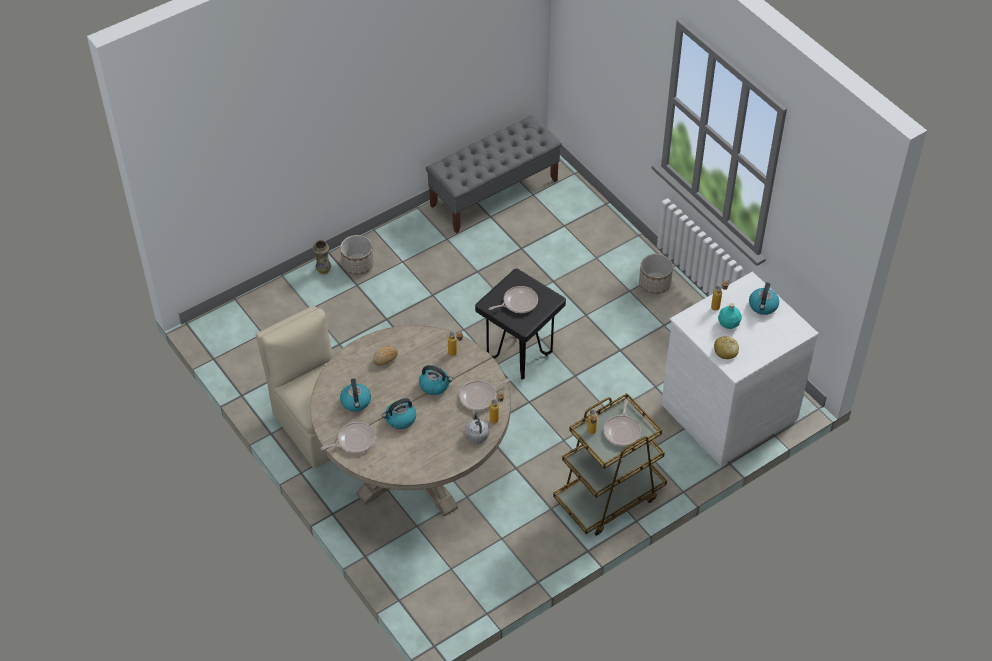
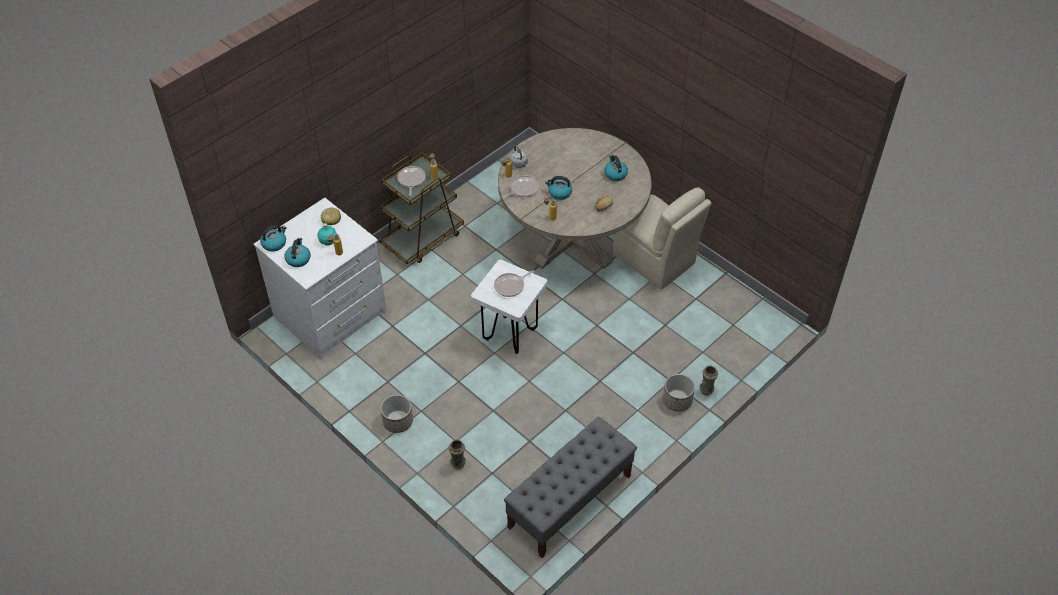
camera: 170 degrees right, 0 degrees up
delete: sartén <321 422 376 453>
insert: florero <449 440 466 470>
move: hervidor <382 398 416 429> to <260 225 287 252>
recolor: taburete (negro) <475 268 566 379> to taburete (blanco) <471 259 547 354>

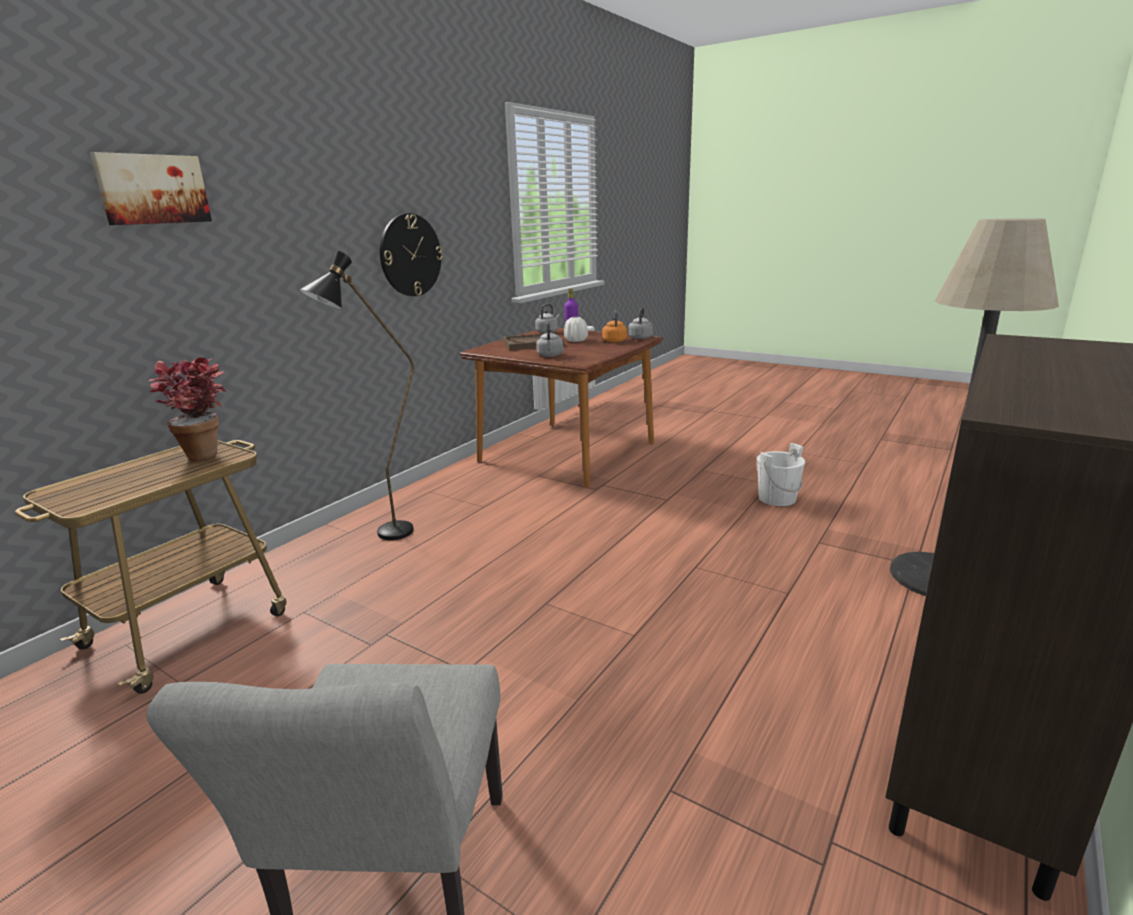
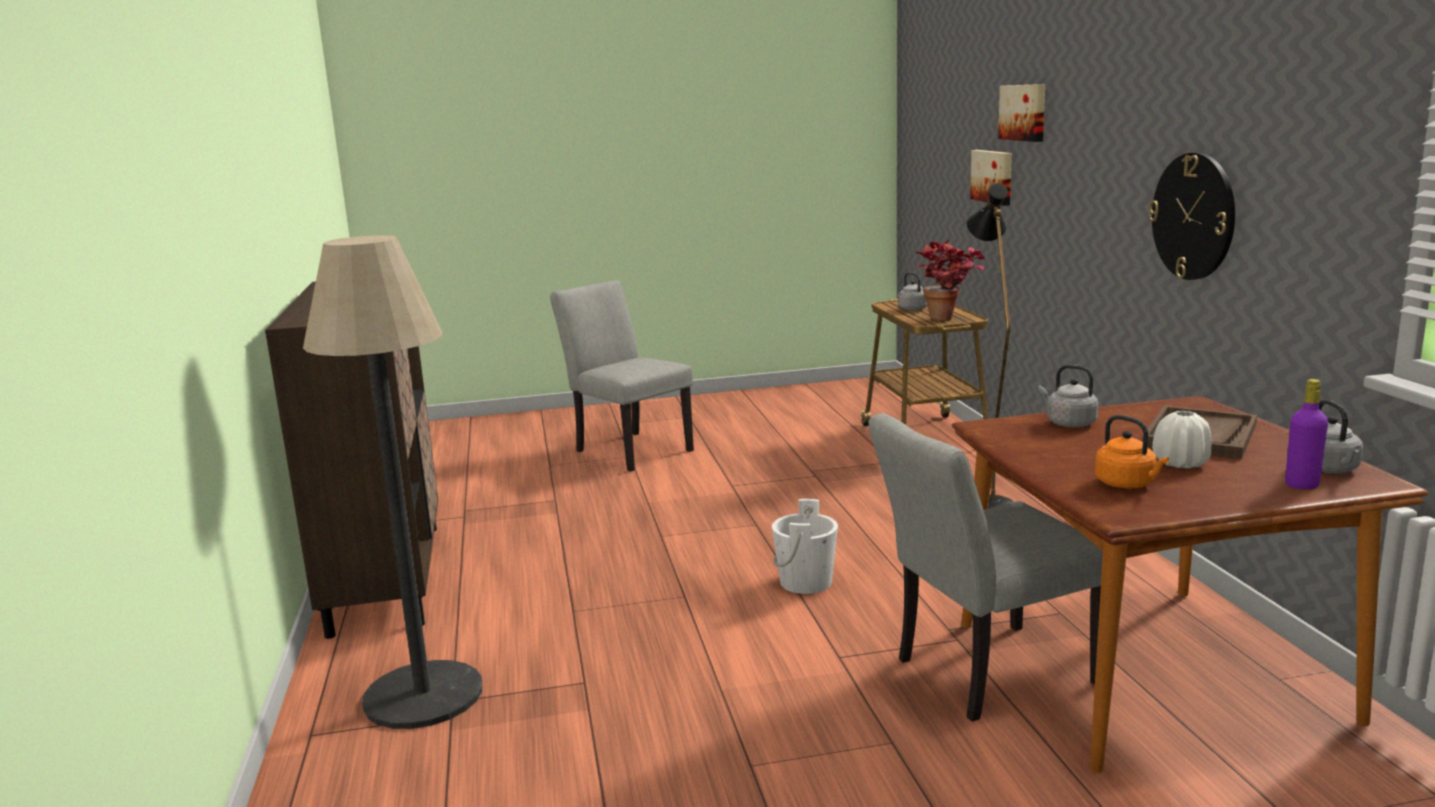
camera: 135 degrees right, 5 degrees down
insert: silla (gris) <868 413 1103 722>; cuadro <970 150 1012 206>
move: cubo (blanco) <757 443 805 506> to <772 499 838 594>; hervidor (gris) <628 307 653 339> to <898 272 927 311>

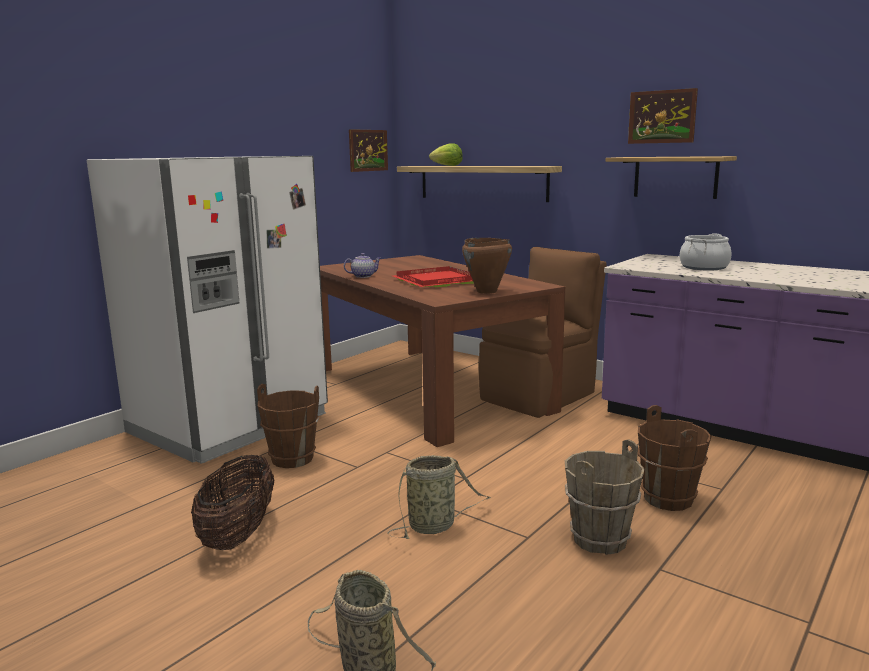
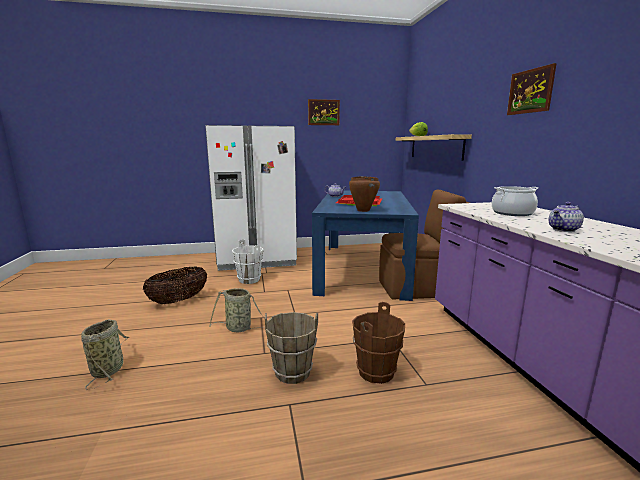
camera: 40 degrees right, 0 degrees up
delete: estante <605 156 737 199>
insert: tetera <548 202 584 232>
move: cuadro <349 129 388 172> to <308 99 340 125>
recolor: cubo (marrón) <257 384 319 468> to cubo (blanco) <232 239 263 284>; mesa de comedor (marrón) <320 255 565 447> to mesa de comedor (azul) <312 190 419 301>

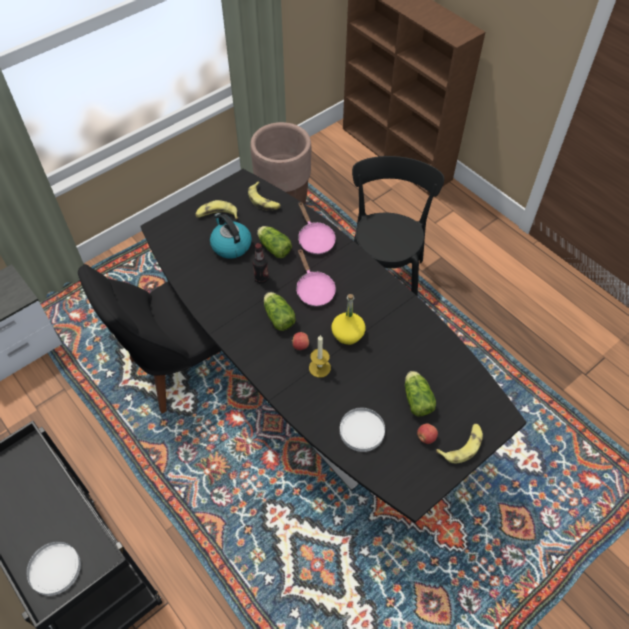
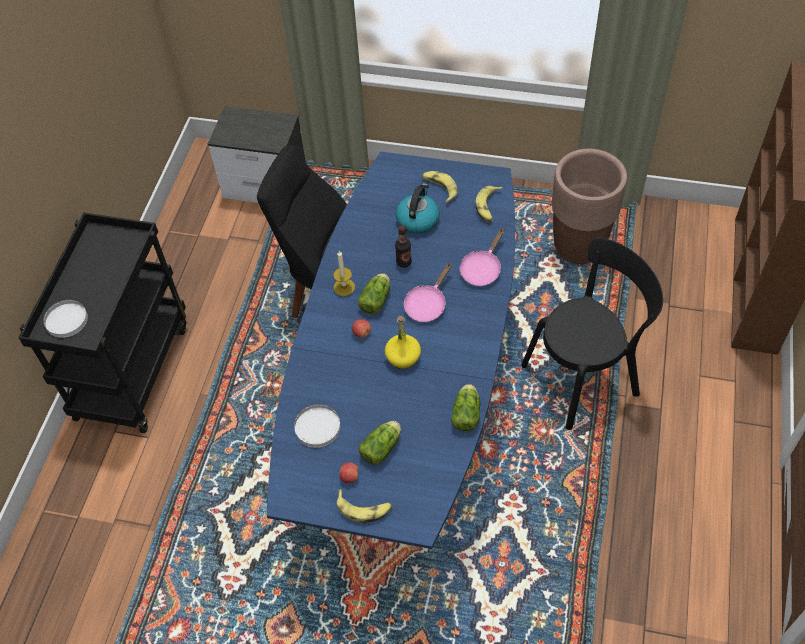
camera: 55 degrees right, 0 degrees up
move: vela <309 335 331 378> to <333 251 355 296>; lechuga <257 226 292 258> to <451 384 480 431>
recolor: mesa de comedor (negro) <140 169 527 523> to mesa de comedor (azul) <267 152 515 549>

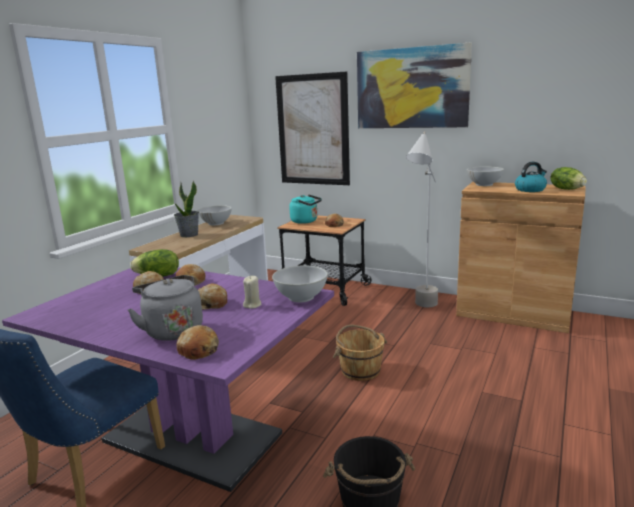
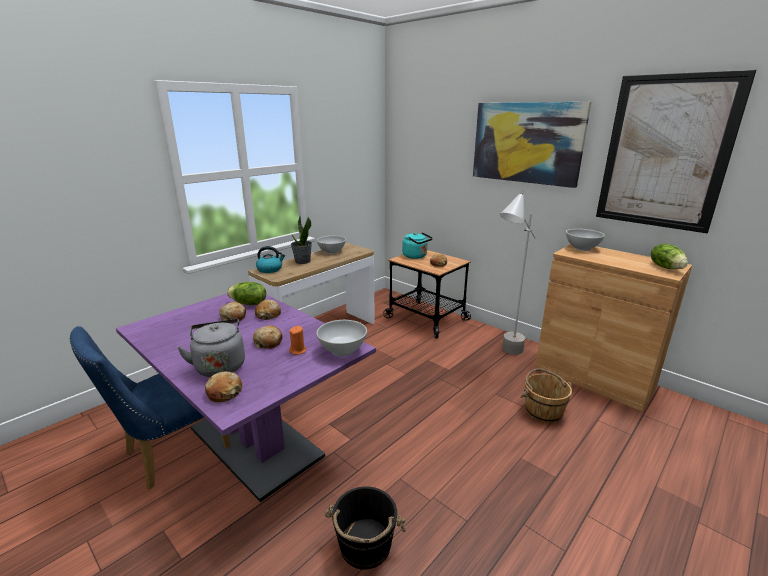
camera: 15 degrees right, 5 degrees up
move: hervidor <515 162 547 192> to <256 246 285 273>; cubo (marrón) <333 325 387 381> to <520 368 573 423>; cuadro <275 71 350 185> to <596 70 756 234>
recolor: vela (beis) <243 276 262 309> to vela (naranja) <289 326 307 355>

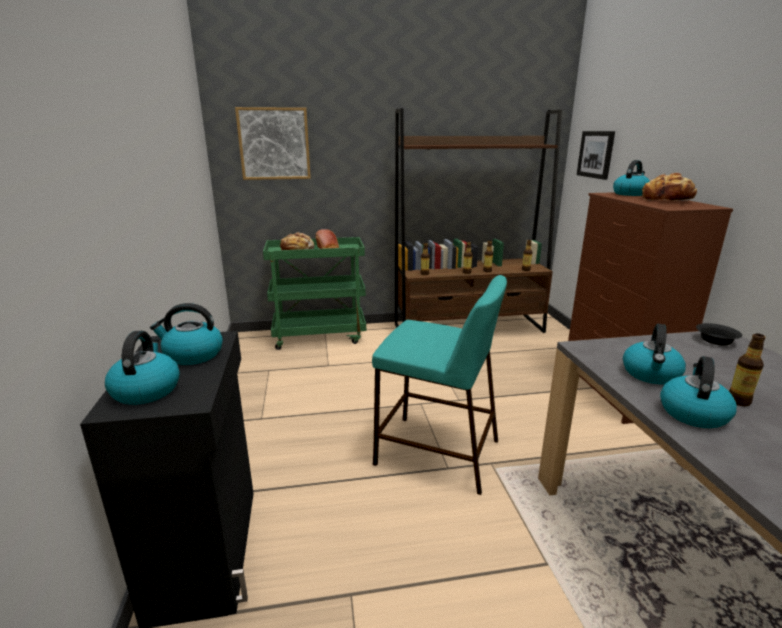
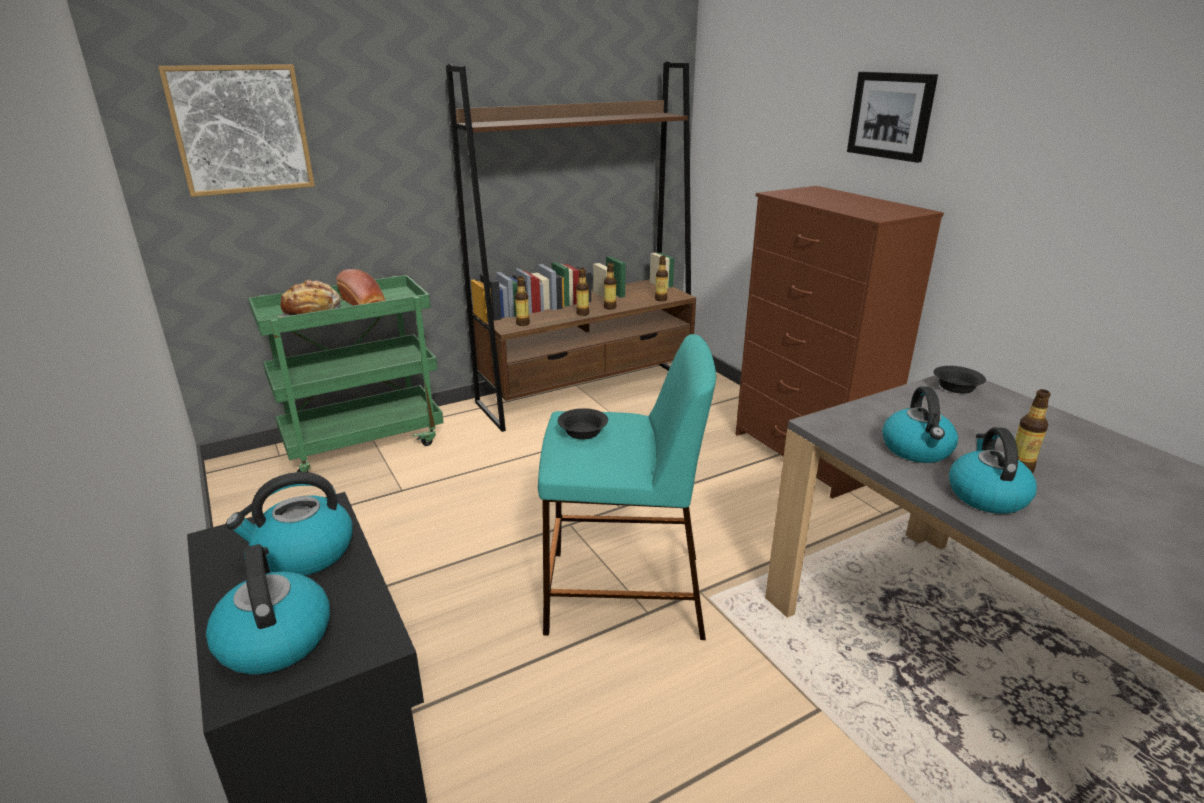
camera: 20 degrees left, 5 degrees up
delete: hervidor <613 160 650 196>; pan <642 173 697 201>
insert: cuenco (negro) <558 408 608 439>
move: cuadro <577 131 615 180> to <847 72 938 163>

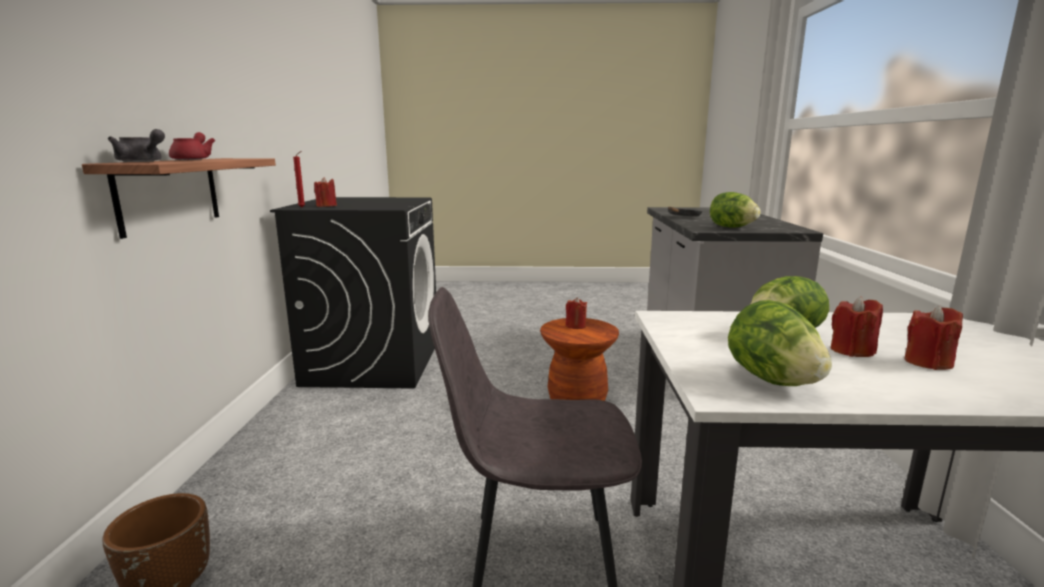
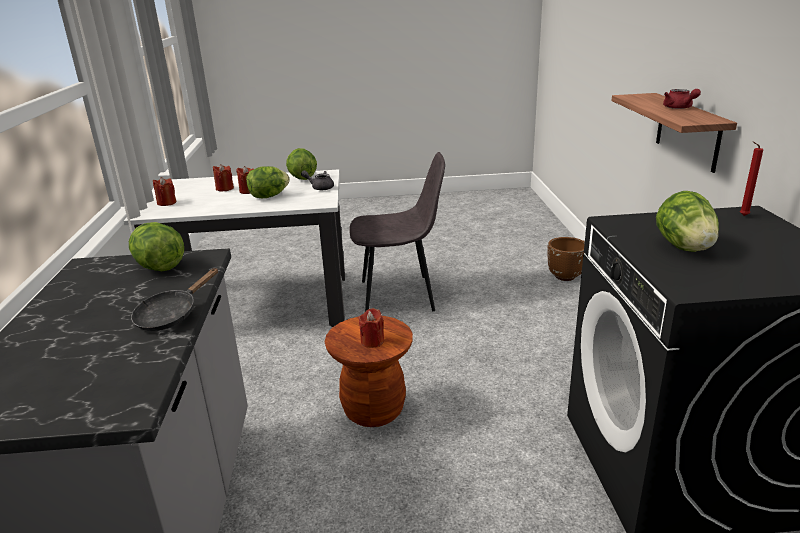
camera: 175 degrees right, 10 degrees up
insert: lechuga <656 191 719 252>
move: vela (rojo) <314 177 337 207> to <153 177 176 206>; tetera (gris) <108 129 165 162> to <301 170 334 190>

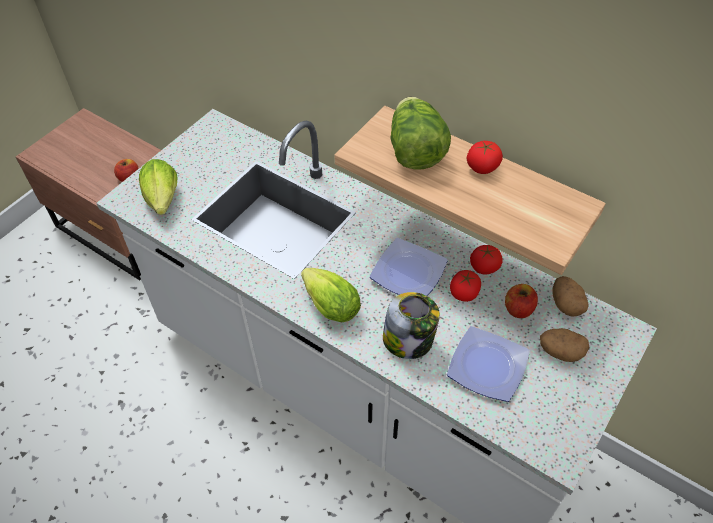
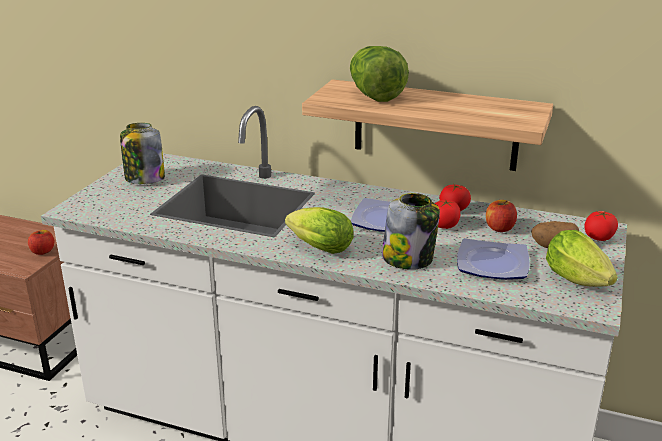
camera: 15 degrees left, 25 degrees down
delete: patata <552 276 589 317>
insert: tarro <120 123 165 184>
move: lechuga <139 159 177 215> to <546 230 618 287>; tomate <466 141 503 174> to <584 211 618 241>

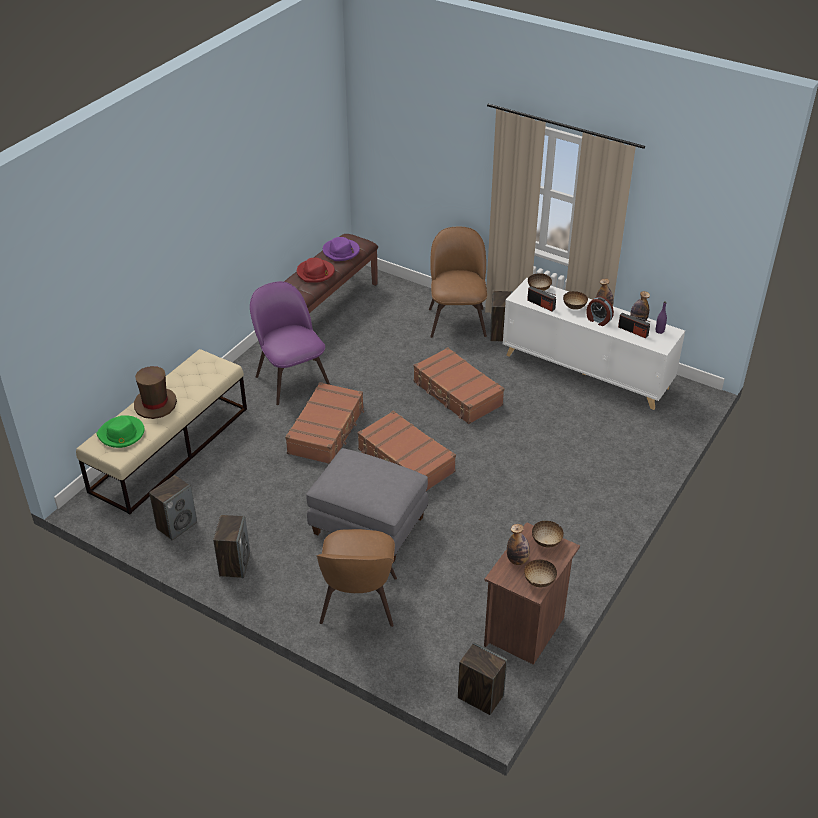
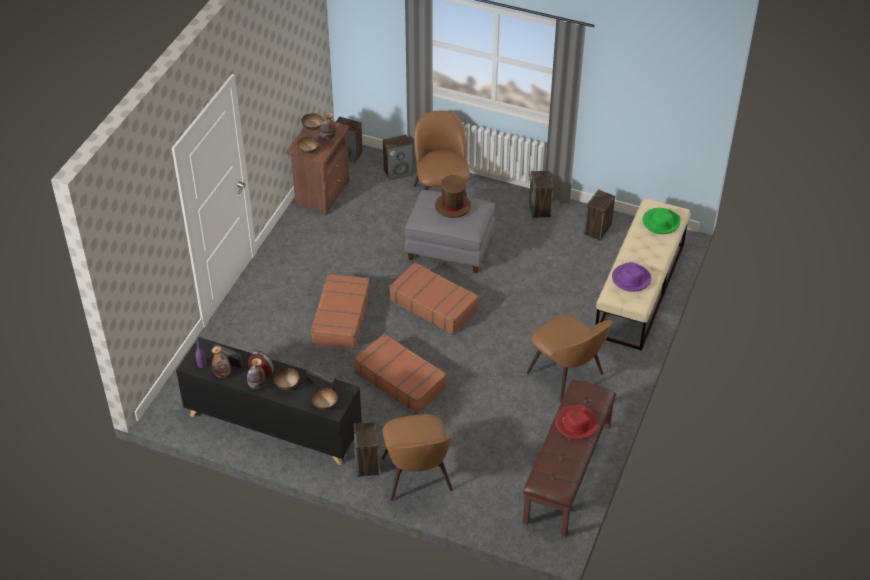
camera: 170 degrees right, 5 degrees up
insert: altavoz <383 135 413 180>
move: maleta (marrón) <285 382 365 464> to <310 273 370 350>; sombrero (marrón) <134 366 177 419> to <435 175 471 218>; sombrero (morado) <323 237 360 261> to <612 262 652 292>
recolor: armario (blanco) <503 278 685 410> to armario (negro) <176 337 362 465>; silla (morado) <250 281 330 405> to silla (marrón) <526 314 612 403>

